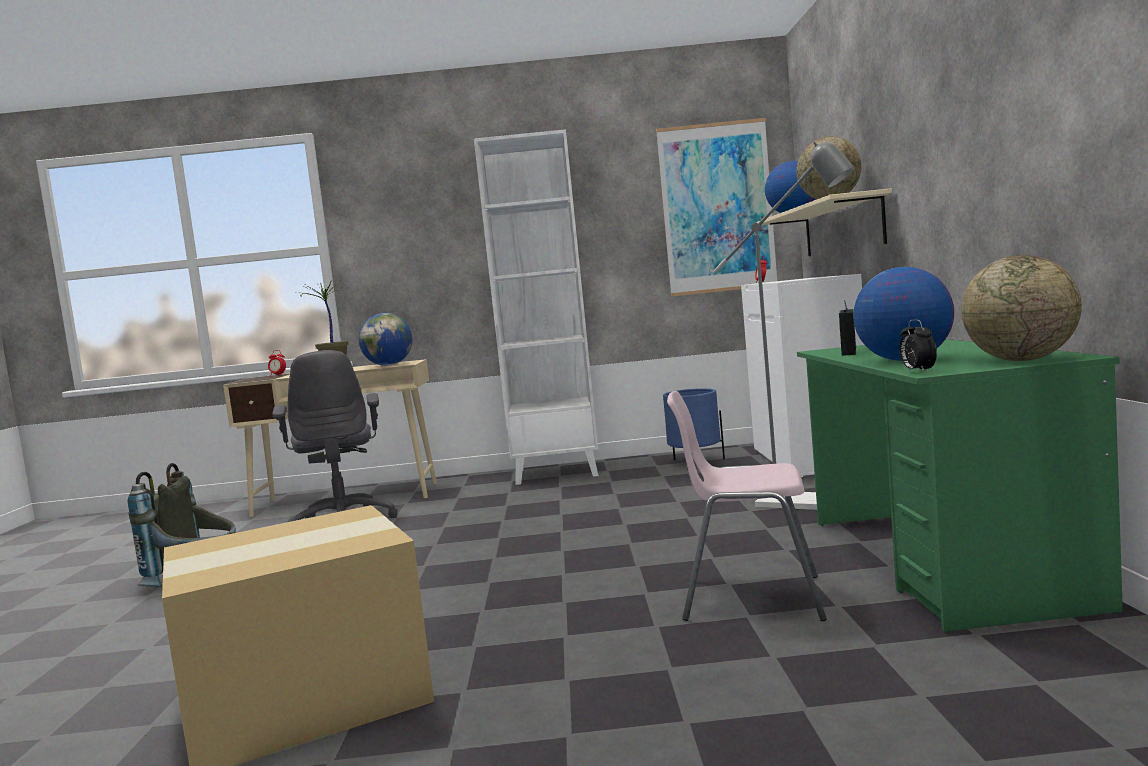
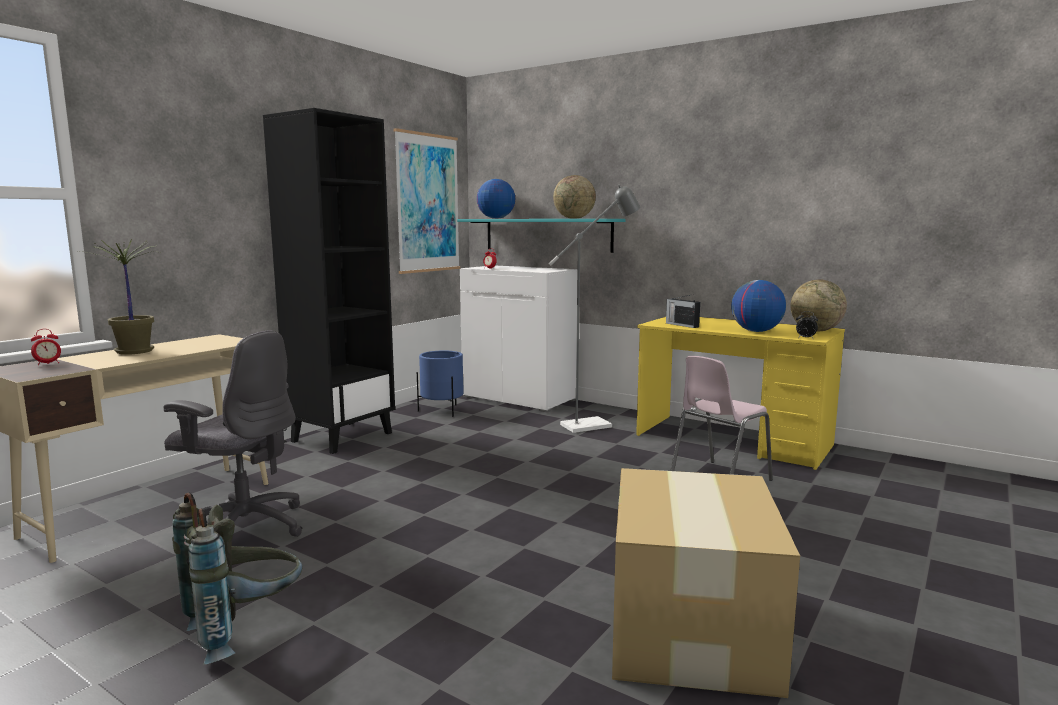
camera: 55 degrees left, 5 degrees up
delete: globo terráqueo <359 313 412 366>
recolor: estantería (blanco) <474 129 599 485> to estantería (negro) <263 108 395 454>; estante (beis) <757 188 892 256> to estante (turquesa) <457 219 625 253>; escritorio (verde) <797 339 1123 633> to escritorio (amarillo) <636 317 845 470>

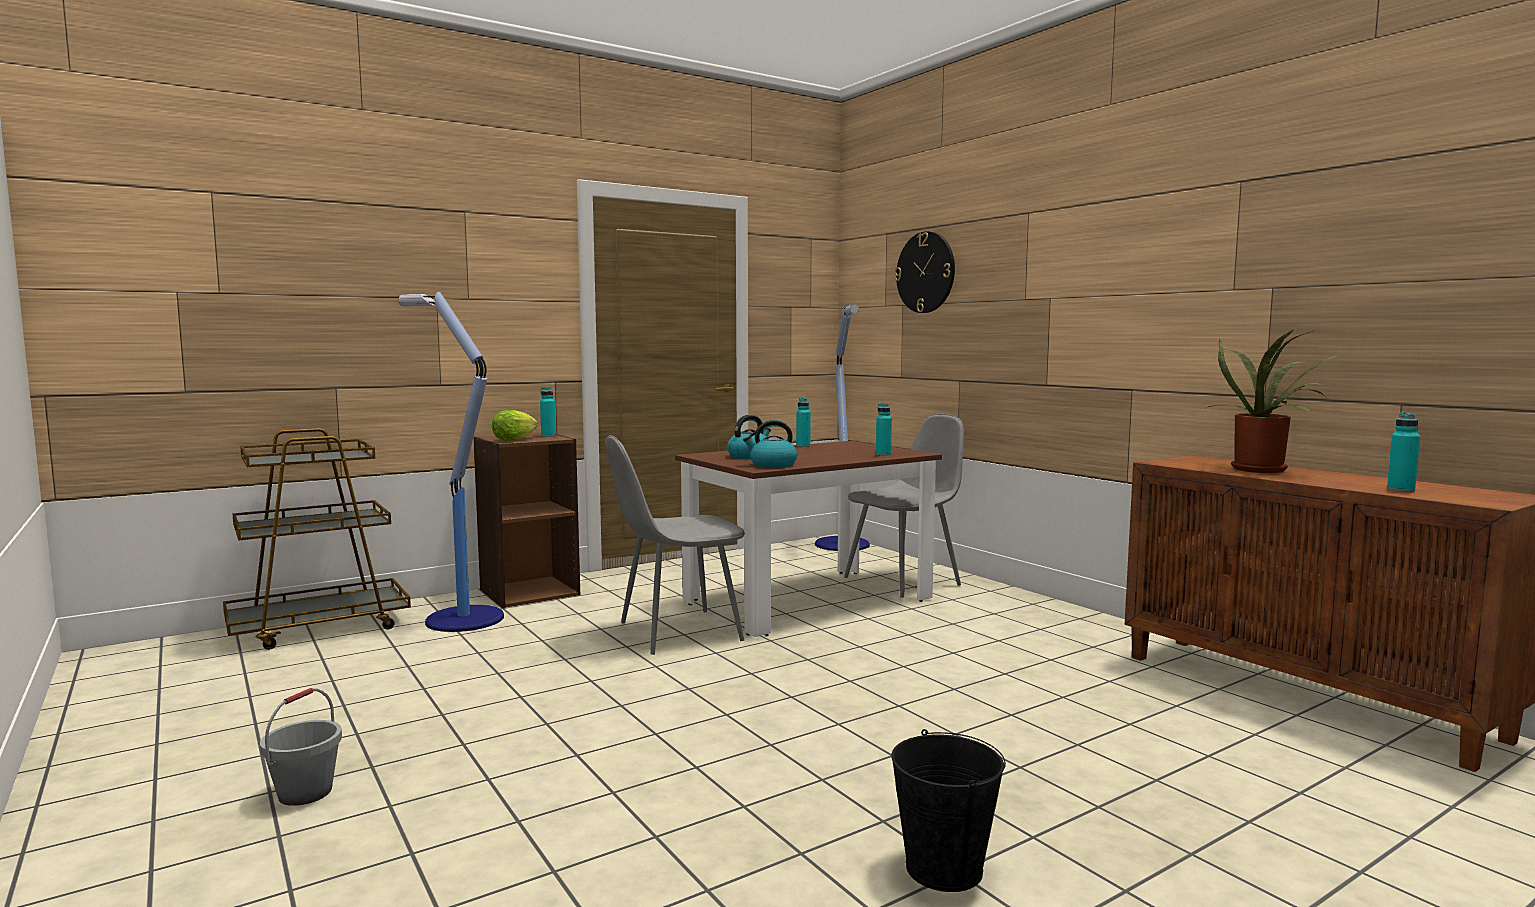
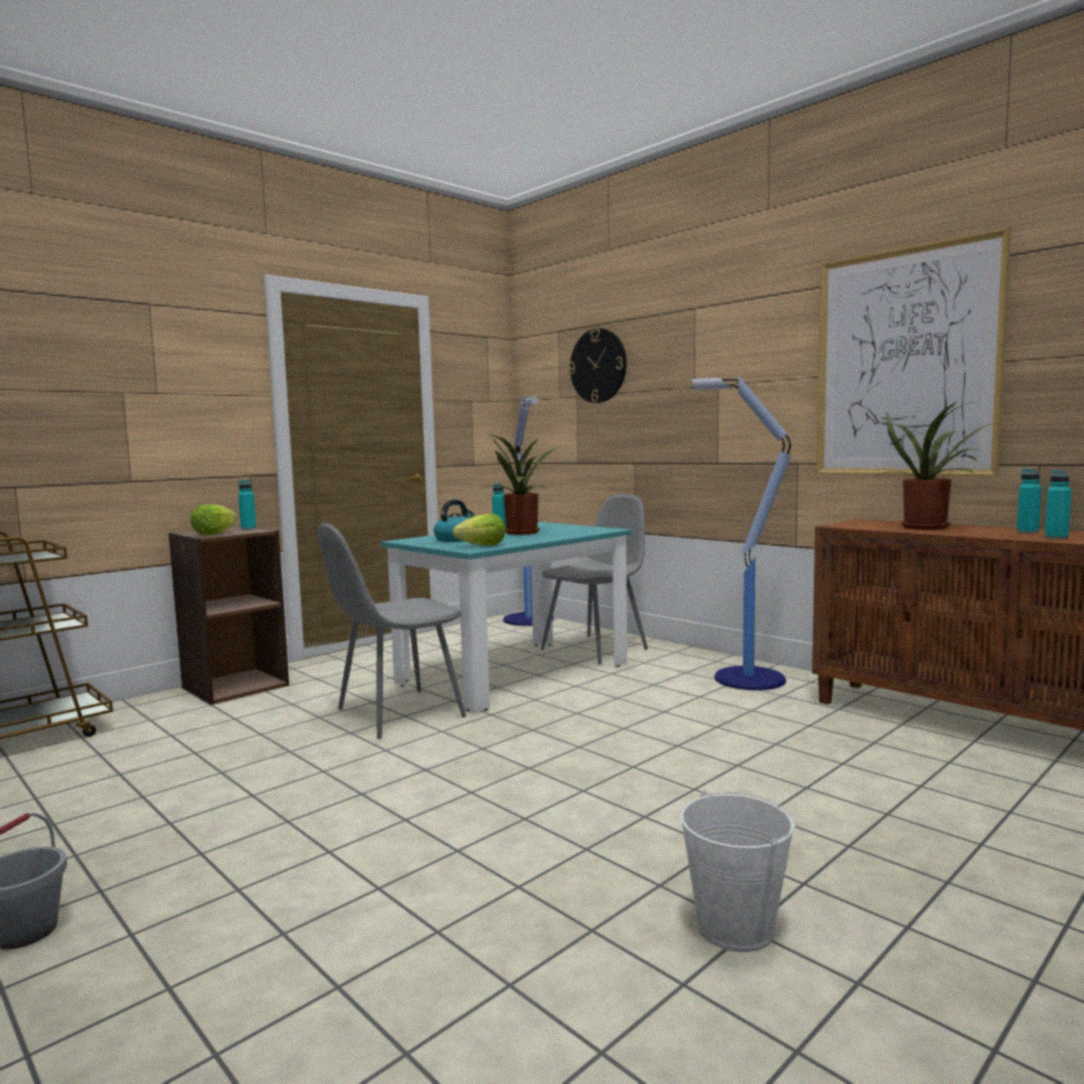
camera: 10 degrees left, 0 degrees up
insert: planta en maceta <477 434 567 535>; cuadro <816 228 1011 476>
move: lámpara de pie <398 292 504 632> to <692 375 791 690>; botella (turquesa) <876 403 892 456> to <1017 469 1042 533>
replace: hervidor <743 420 797 468> to lechuga <453 513 505 546>
recolor: mesa de comedor (marrón) <675 441 942 637> to mesa de comedor (turquesa) <381 522 632 712>; cubo (negro) <891 729 1006 892> to cubo (blanco) <681 791 795 952>

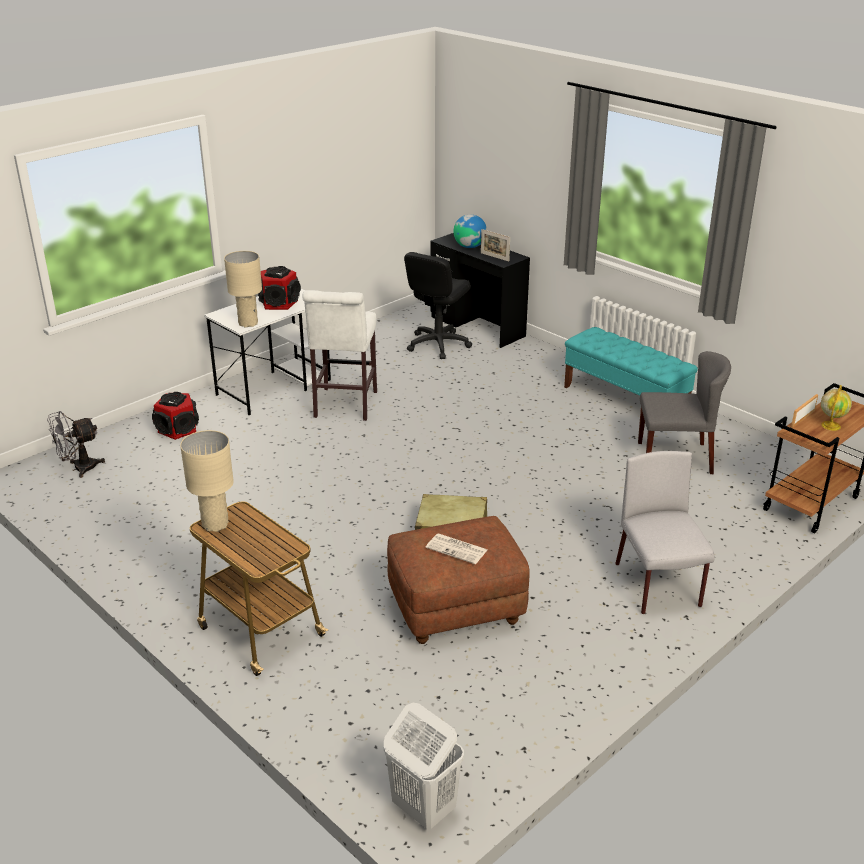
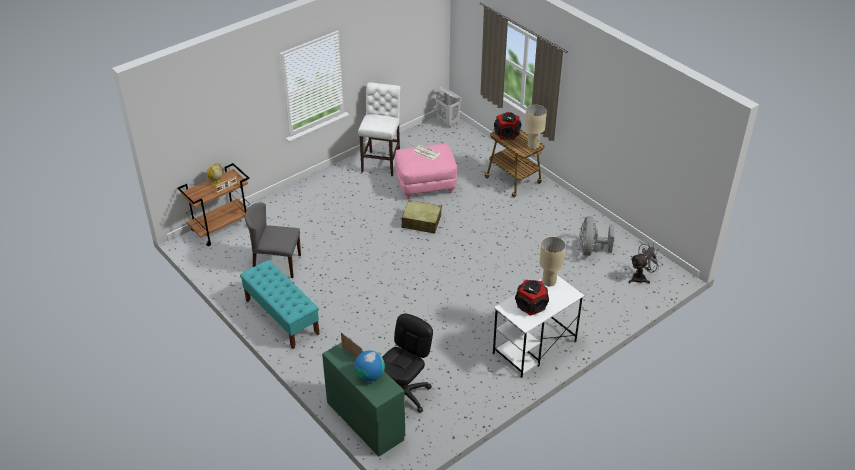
camera: 175 degrees left, 10 degrees up
delete: silla (gris) <615 451 715 614>
insert: ventilador (gris) <579 216 614 256>
move: taburete (blanco) <302 290 377 421> to <358 82 401 176>; altavoz <152 392 199 440> to <494 112 521 140>
recolor: escritorio (negro) <430 233 530 348> to escritorio (verde) <322 338 405 457>; puf (marrón) <387 516 530 644> to puf (rosa) <395 144 457 199>

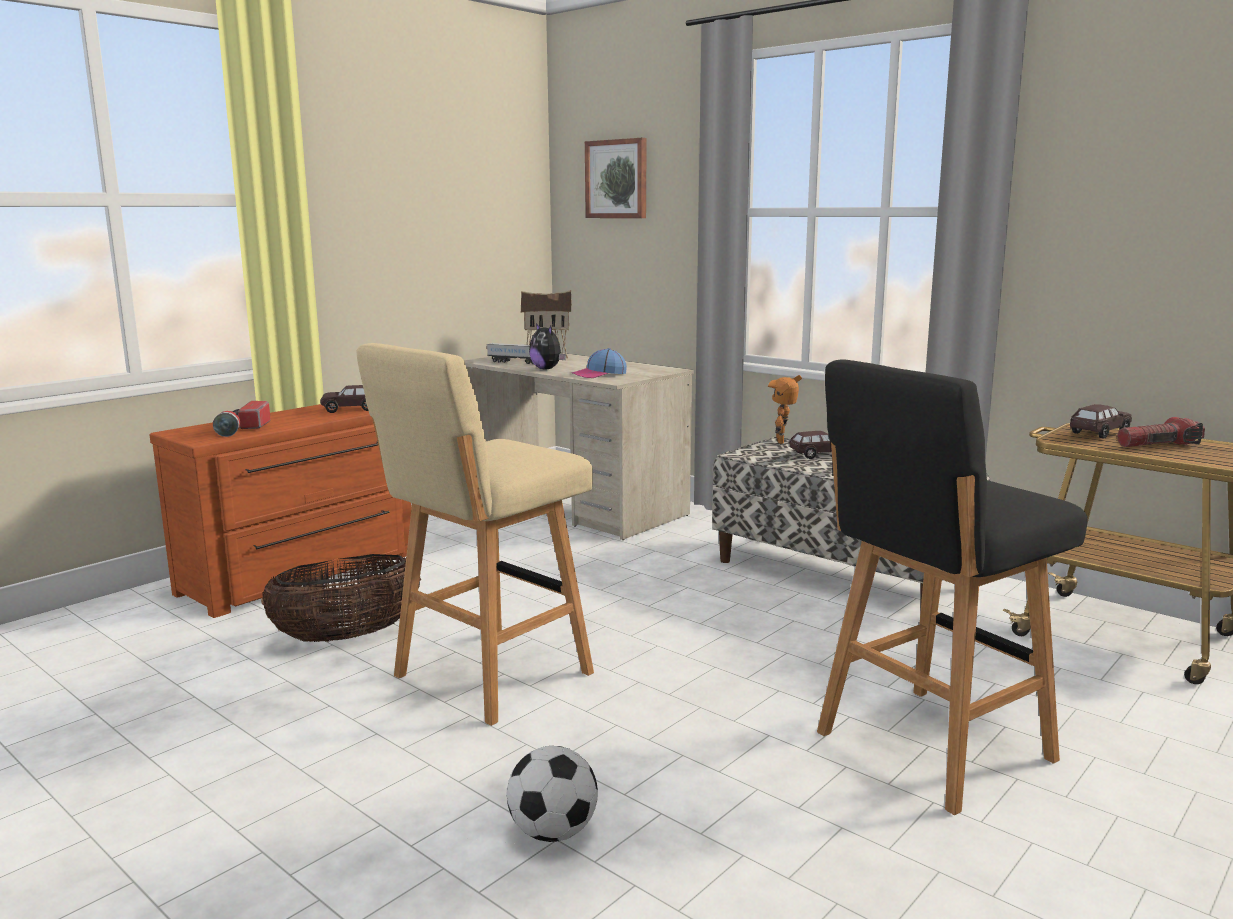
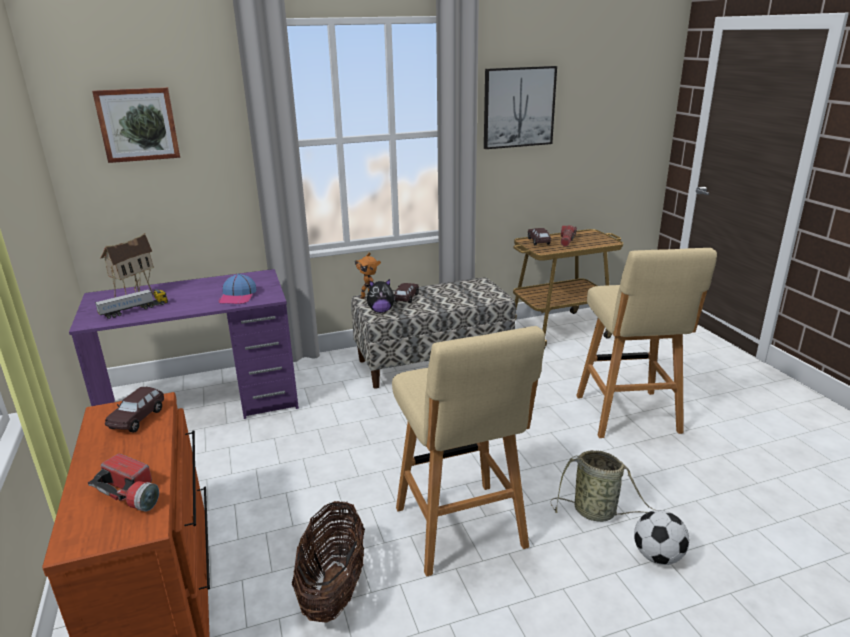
camera: 60 degrees left, 10 degrees up
insert: cuadro <484 66 557 149>; cesta <551 450 655 522>
move: peluche <529 323 566 370> to <367 279 396 313>
recolor: escritorio (beis) <464 353 694 540> to escritorio (morado) <69 269 299 419>; taburete (negro) <817 359 1088 815> to taburete (beis) <576 248 717 438>

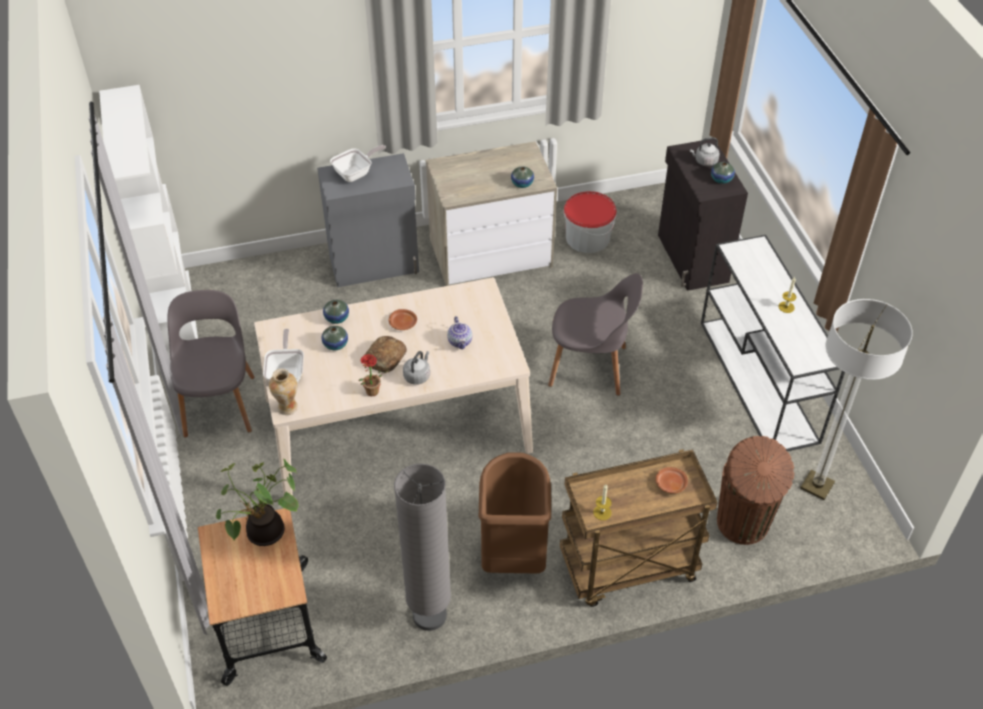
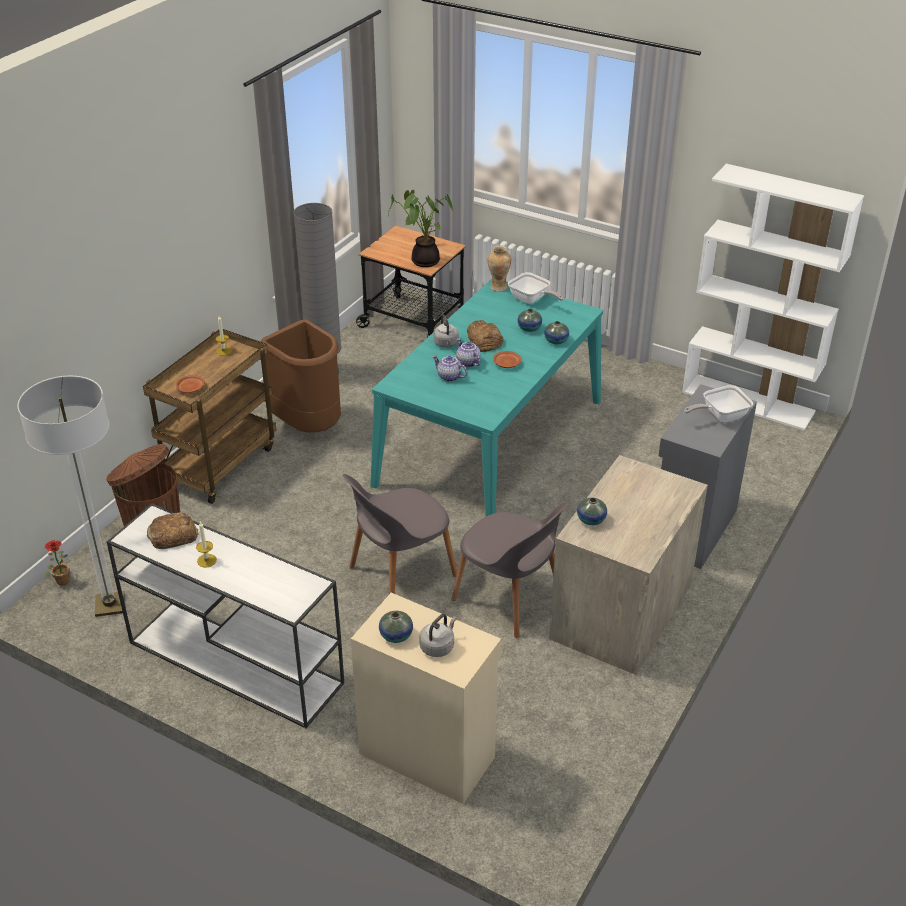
camera: 135 degrees right, 10 degrees down
delete: cubo <563 191 617 253>
insert: pan <147 512 198 549>; tetera <456 339 481 367>
move: planta en maceta <358 354 390 396> to <45 540 70 586>; silla (gris) <168 290 255 438> to <452 501 570 638>
recolor: armario (negro) <658 139 748 291> to armario (beis) <351 593 501 804>; mesa de comedor (beis) <254 277 533 496> to mesa de comedor (turquesa) <370 279 603 517>
rotate: sartén <330 145 386 182> = <684 385 753 422> 60 degrees clockwise

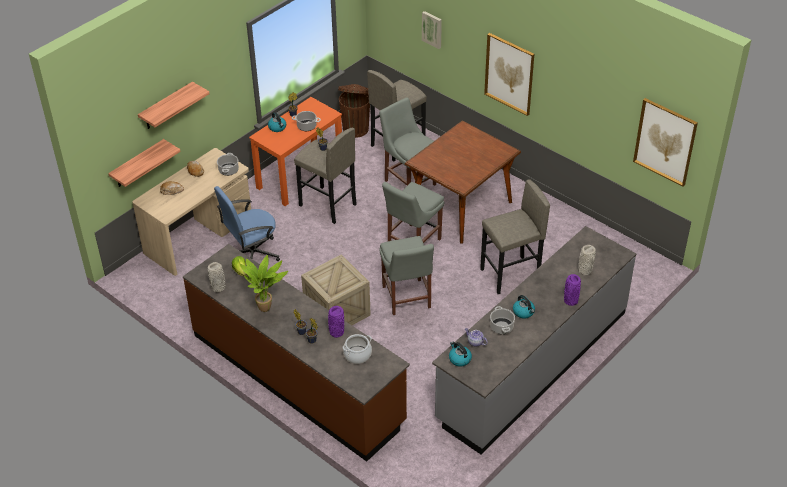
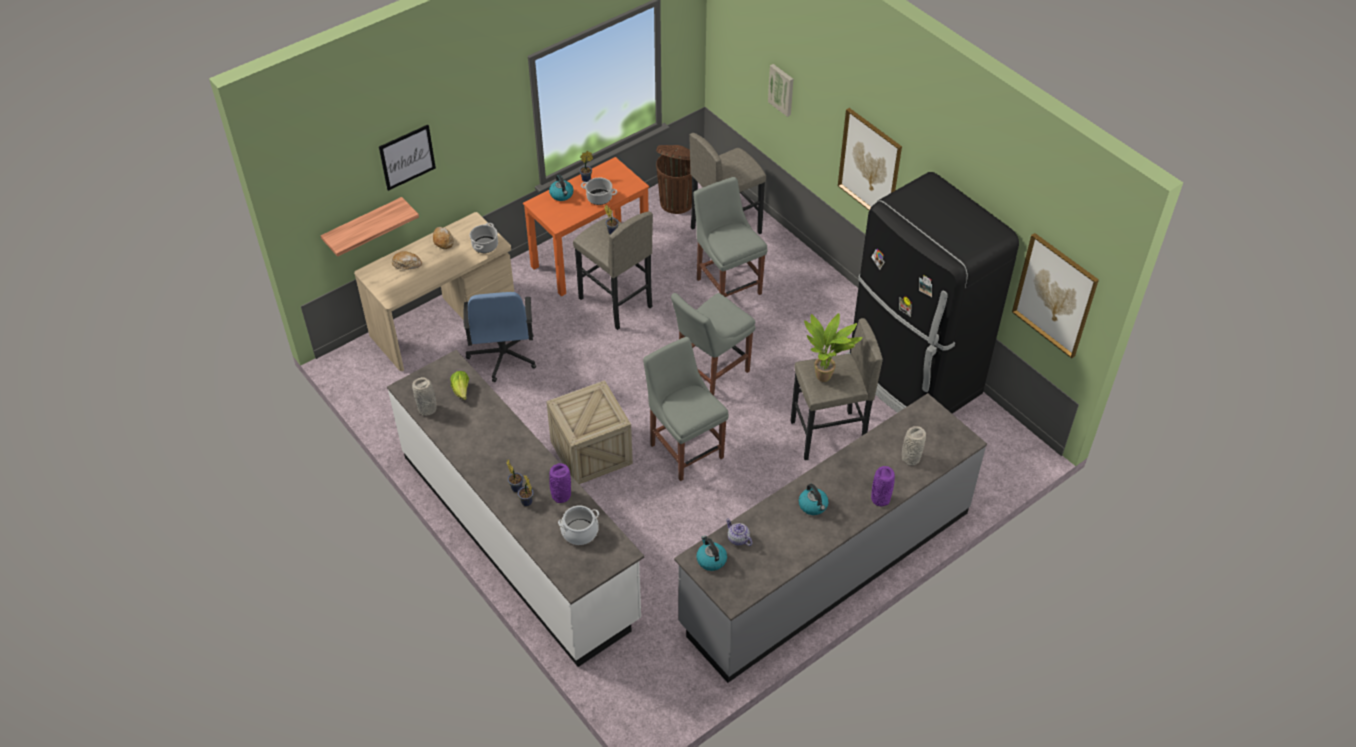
camera: 10 degrees right, 5 degrees up
delete: mesa de comedor (marrón) <405 121 521 244>; olla <490 306 515 334>
insert: nevera (negro) <846 172 1019 413>
move: planta en maceta <240 255 288 312> to <804 313 863 382>
replace: estante <138 82 210 129> to cuadro <379 125 436 191>
recolor: mueble bajo de cocina (marrón) <183 244 410 462> to mueble bajo de cocina (blanco) <387 350 644 667>
rotate: silla de oficina (azul) <214 186 280 261> = <464 292 536 382> 75 degrees counterclockwise; silla (gris) <379 236 434 315> = <643 337 729 481> 150 degrees clockwise

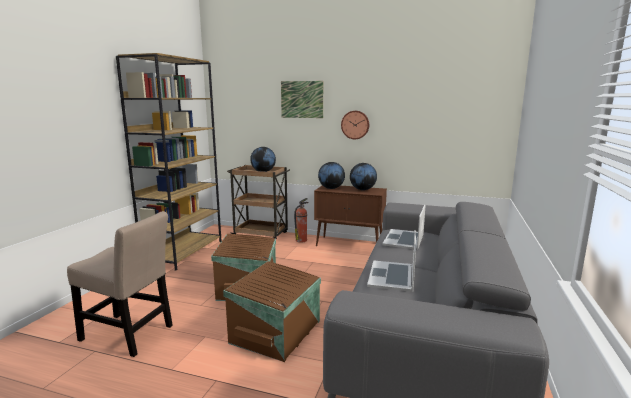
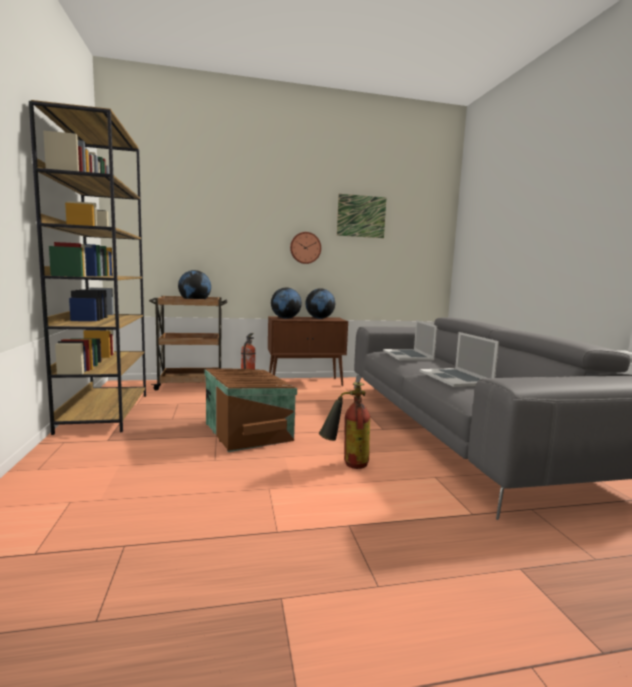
camera: 30 degrees left, 5 degrees down
delete: silla (beis) <67 211 173 357>
move: cuadro <281 81 323 118> to <337 194 387 238>
replace: caja de almacenaje (marrón) <223 261 321 362> to extintor <319 382 370 469>

